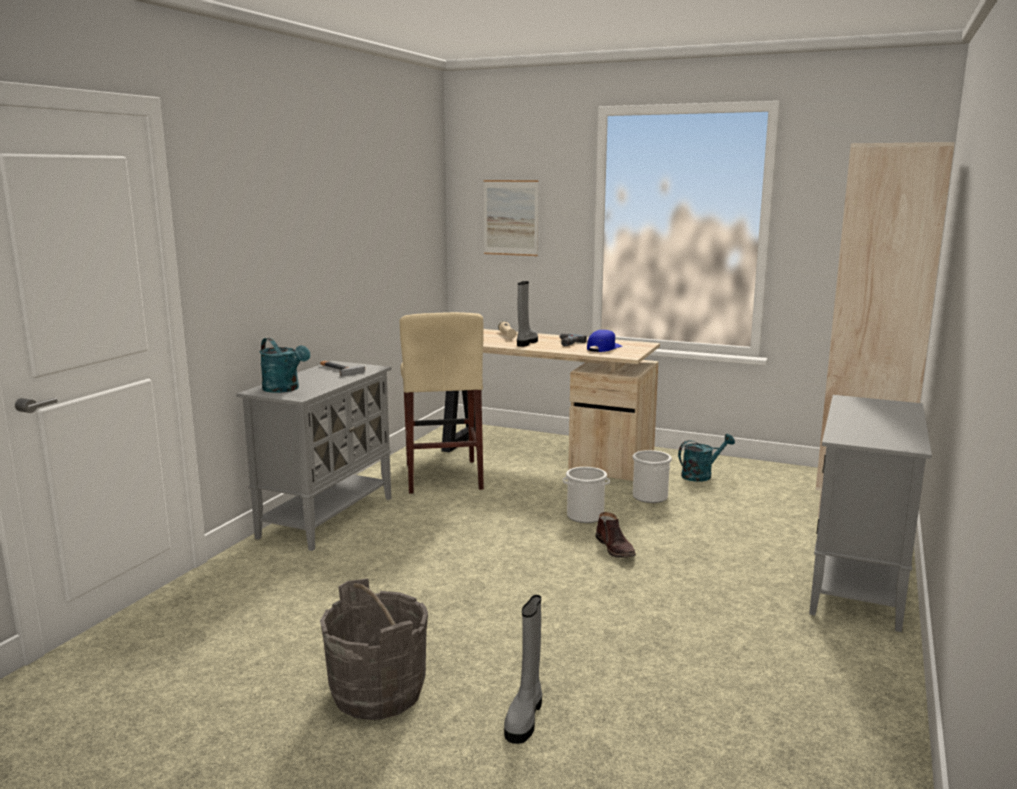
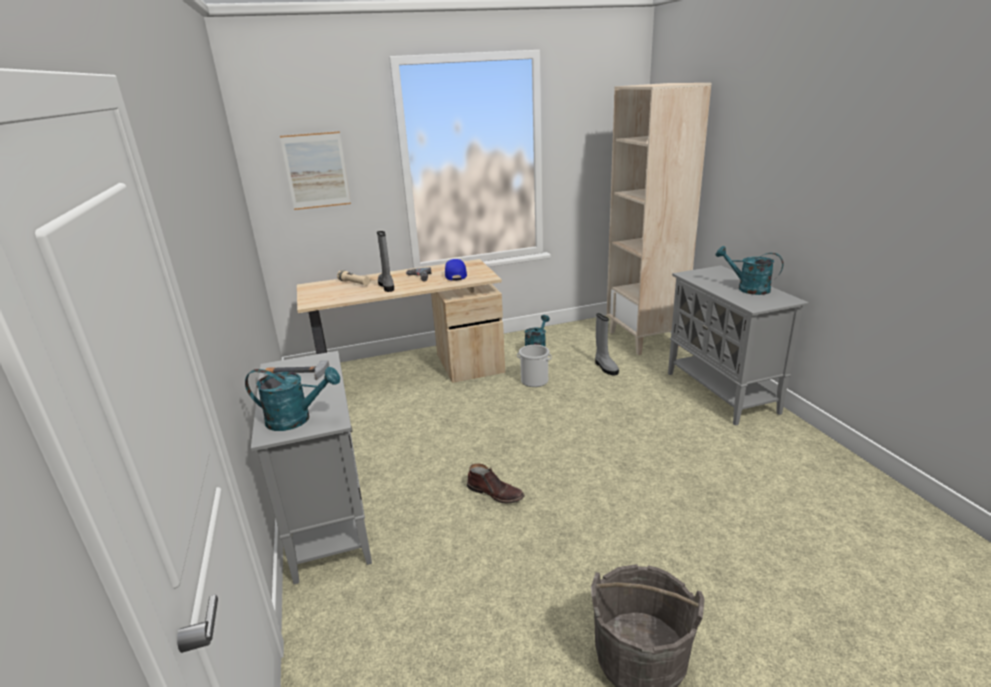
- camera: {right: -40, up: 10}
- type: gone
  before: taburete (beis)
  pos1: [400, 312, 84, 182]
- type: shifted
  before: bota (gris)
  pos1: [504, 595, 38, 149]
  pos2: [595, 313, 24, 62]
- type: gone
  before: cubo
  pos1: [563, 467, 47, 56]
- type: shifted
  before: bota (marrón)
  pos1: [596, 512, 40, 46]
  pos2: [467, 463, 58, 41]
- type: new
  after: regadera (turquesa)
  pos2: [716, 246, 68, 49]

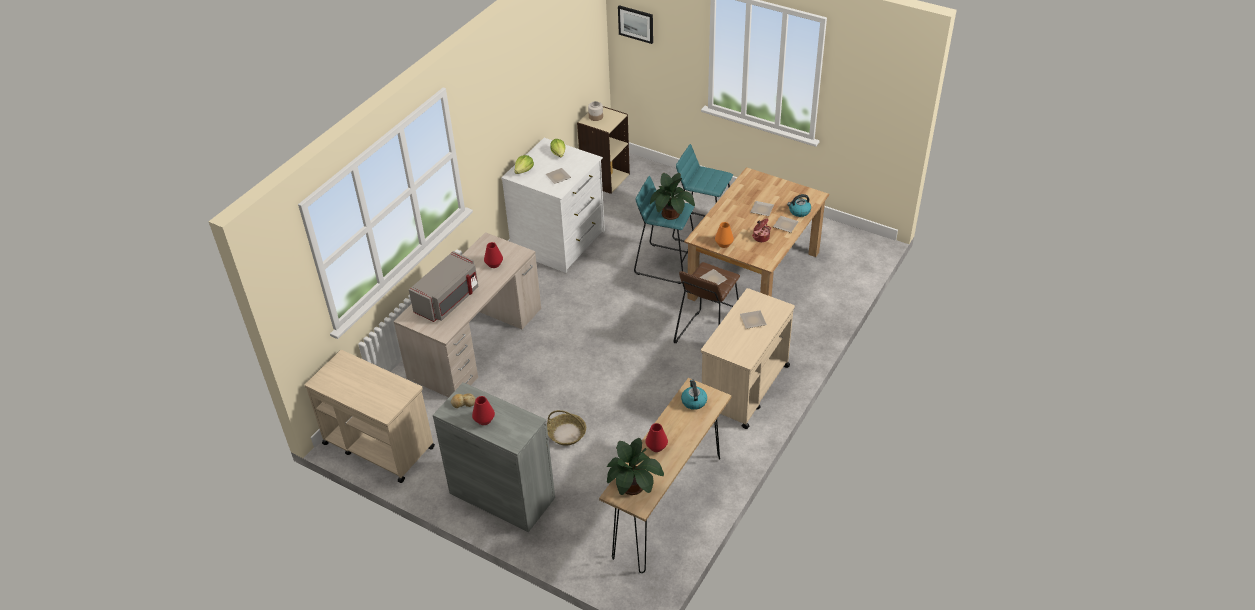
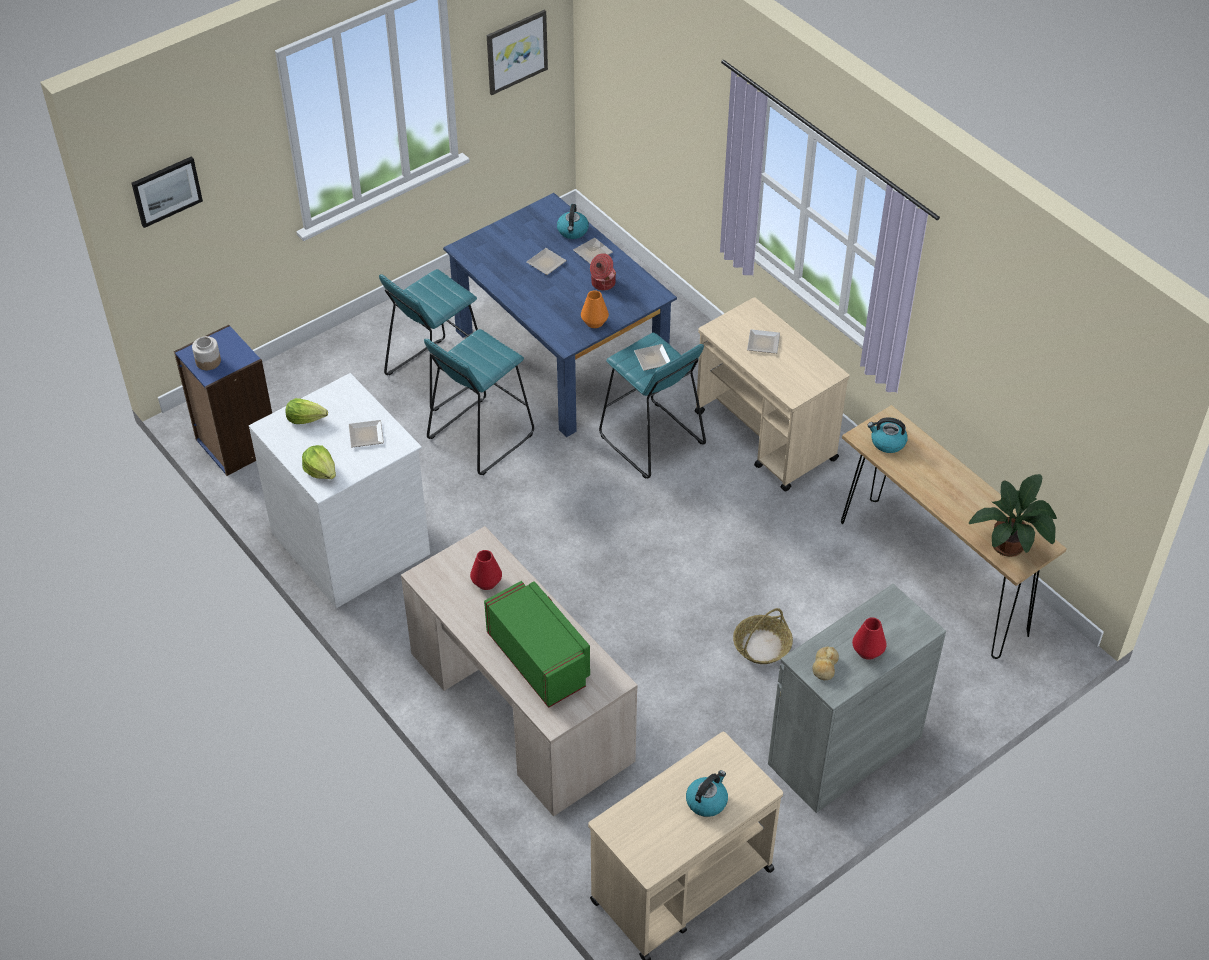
- camera: {right: -70, up: 5}
- type: repainted
  before: microondas (gris)
  after: microondas (verde)
  pos1: [409, 251, 70, 71]
  pos2: [484, 581, 106, 127]
- type: repainted
  before: estantería (beis)
  after: estantería (azul)
  pos1: [577, 106, 53, 88]
  pos2: [174, 325, 98, 151]
- type: gone
  before: florero (rojo)
  pos1: [645, 423, 23, 29]
- type: gone
  before: planta en maceta
  pos1: [650, 173, 45, 47]
- type: repainted
  before: taburete (marrón)
  after: taburete (turquesa)
  pos1: [673, 262, 67, 81]
  pos2: [599, 333, 107, 146]
- type: repainted
  before: mesa de comedor (marrón)
  after: mesa de comedor (azul)
  pos1: [684, 167, 145, 134]
  pos2: [443, 193, 234, 244]
- type: new
  after: cuadro
  pos2: [487, 10, 61, 85]
- type: new
  after: hervidor
  pos2: [686, 770, 42, 47]

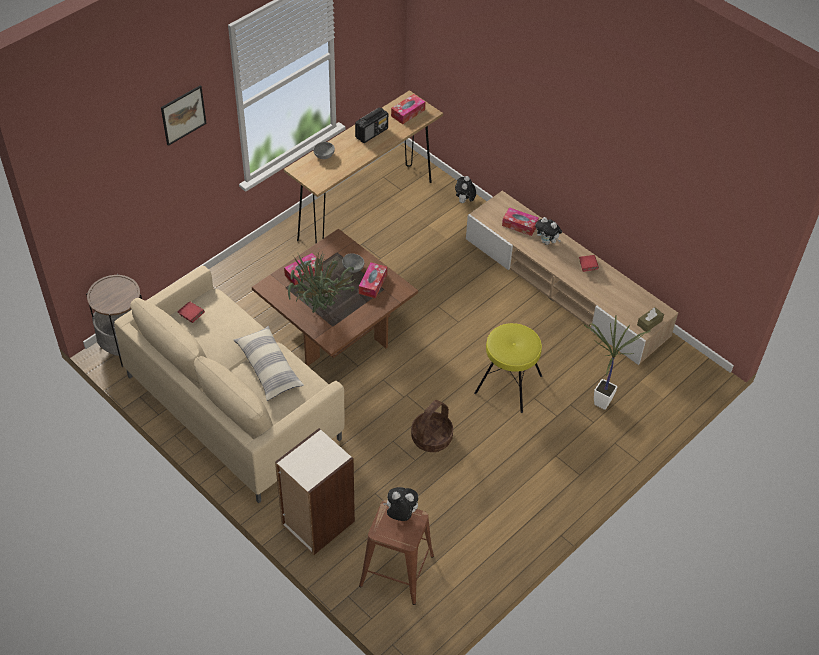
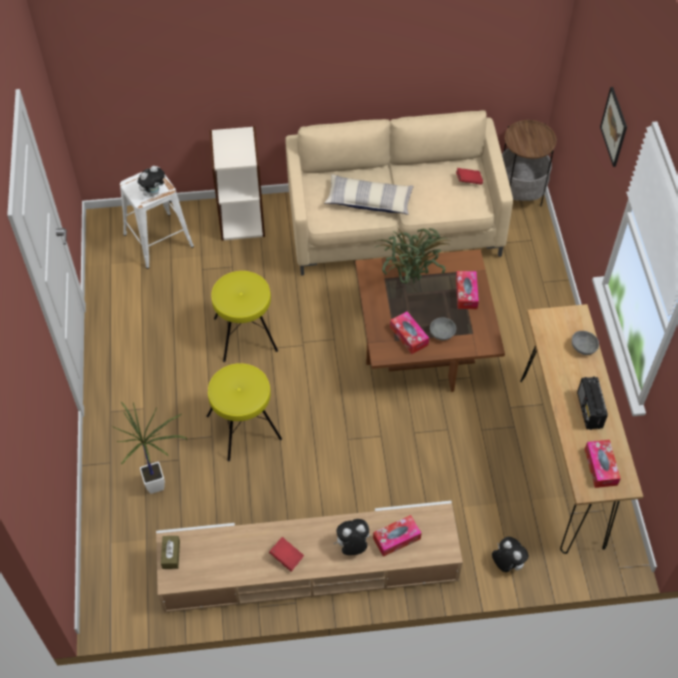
- camera: {right: 130, up: 5}
- type: repainted
  before: taburete (marrón)
  after: taburete (blanco)
  pos1: [359, 500, 75, 105]
  pos2: [120, 166, 74, 103]
- type: swapped
  before: cesta
  after: taburete (amarillo)
  pos1: [411, 400, 42, 52]
  pos2: [211, 271, 67, 91]

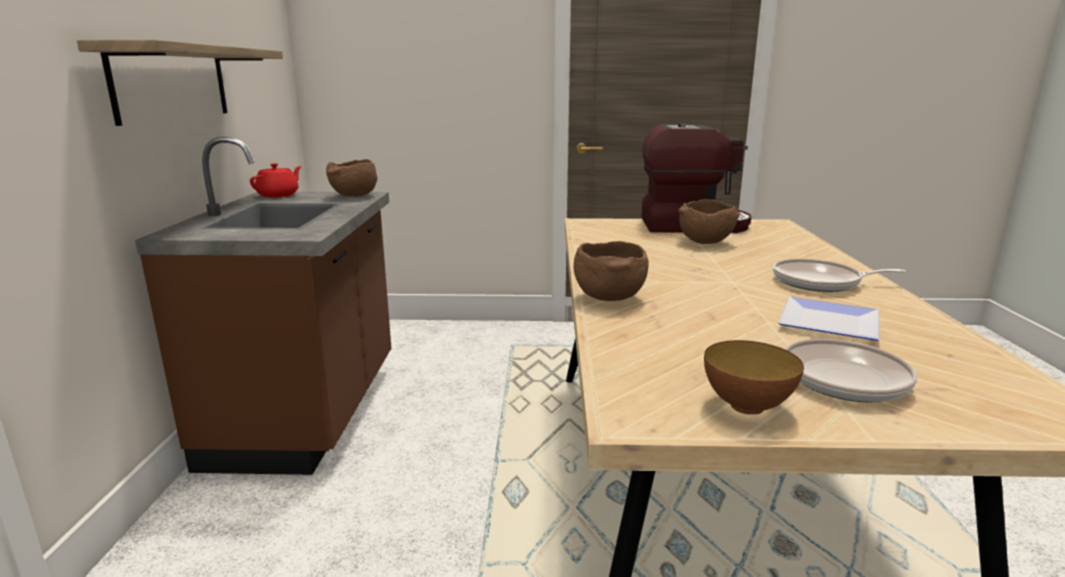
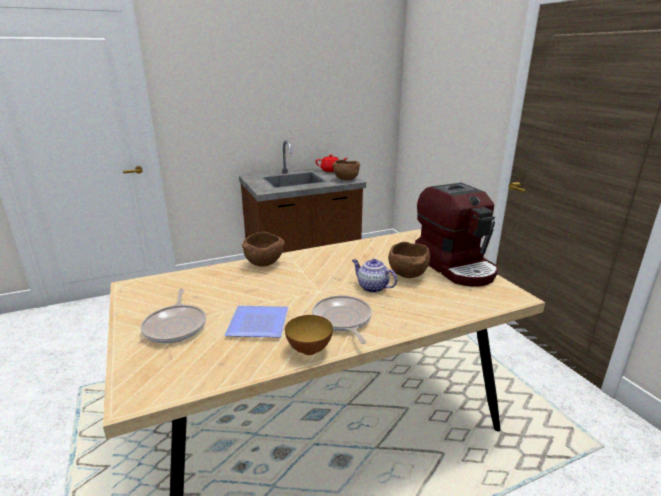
- camera: {right: 65, up: 5}
- type: gone
  before: estante
  pos1: [77, 40, 206, 86]
- type: shifted
  before: cuenco
  pos1: [704, 340, 100, 75]
  pos2: [285, 315, 48, 40]
- type: new
  after: tetera
  pos2: [352, 259, 45, 34]

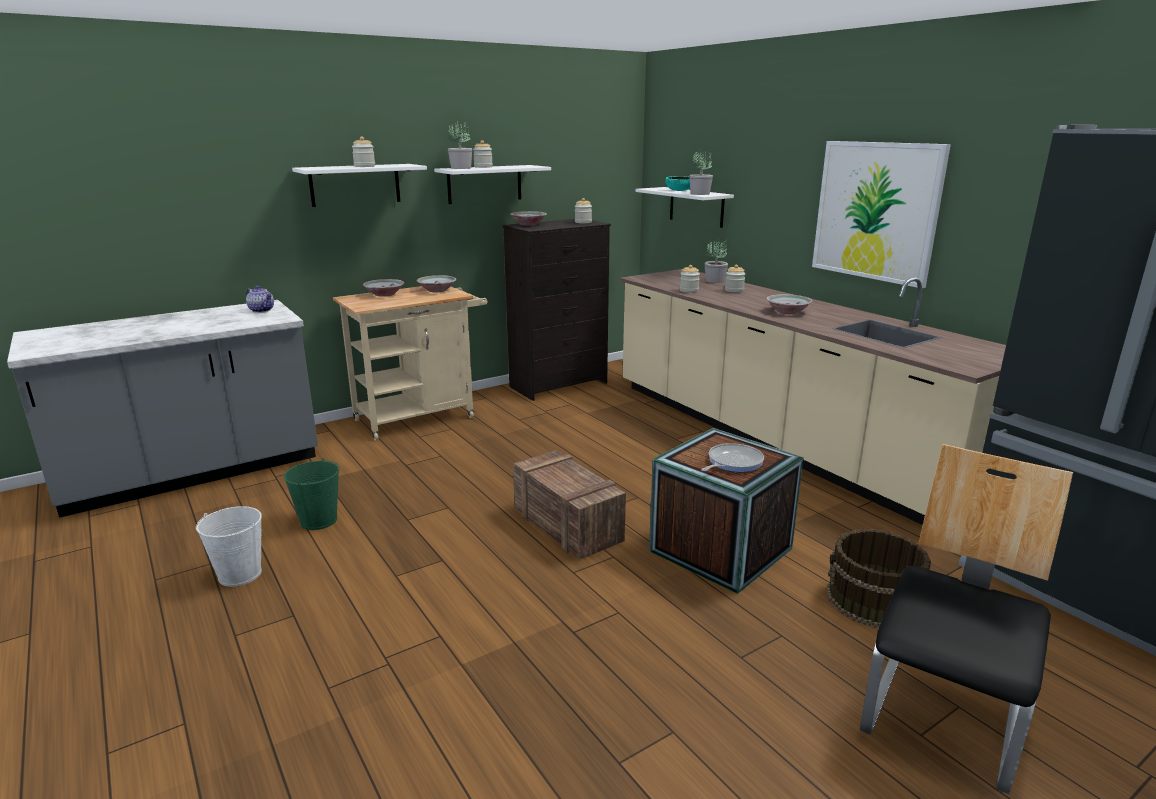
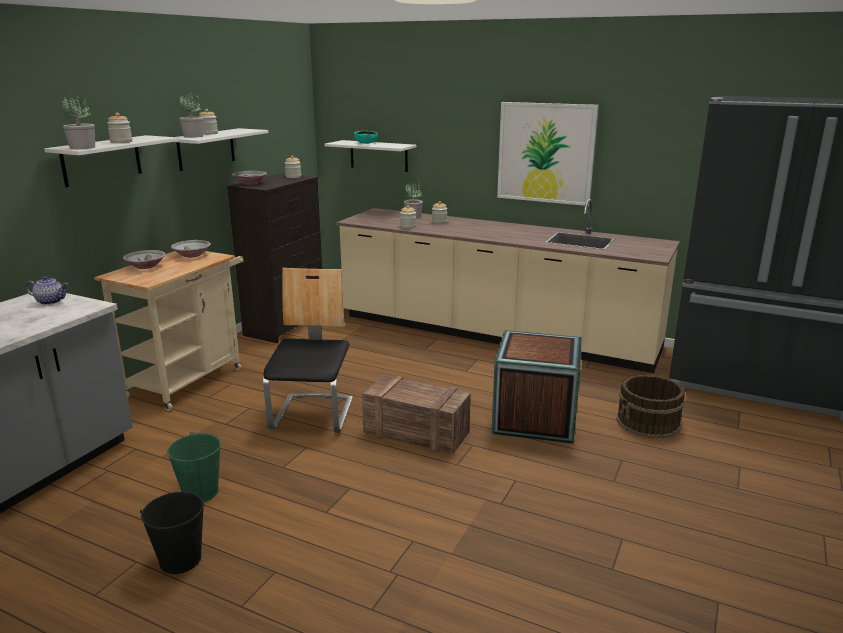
- camera: {right: -30, up: 0}
- type: repainted
  before: cubo (blanco)
  after: cubo (negro)
  pos1: [196, 506, 66, 81]
  pos2: [140, 492, 64, 82]
- type: shifted
  before: planta en maceta
  pos1: [689, 149, 24, 46]
  pos2: [62, 94, 33, 55]
- type: gone
  before: sartén
  pos1: [701, 443, 63, 29]
- type: gone
  before: cuenco
  pos1: [766, 294, 47, 20]
- type: shifted
  before: silla
  pos1: [860, 444, 213, 350]
  pos2: [263, 268, 90, 164]

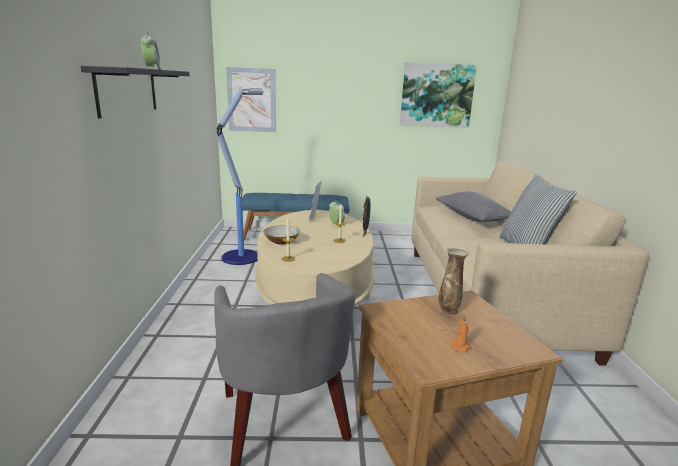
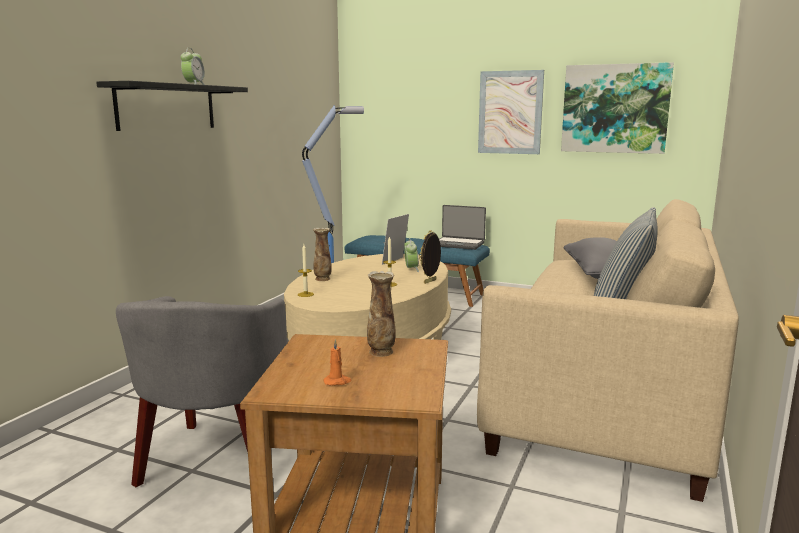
- camera: {right: 25, up: -5}
- type: shifted
  before: cuadro
  pos1: [226, 67, 50, 65]
  pos2: [478, 70, 66, 84]
- type: swapped
  before: cuenco
  after: florero
  pos1: [263, 225, 37, 20]
  pos2: [313, 228, 19, 53]
- type: new
  after: portátil
  pos2: [439, 205, 47, 45]

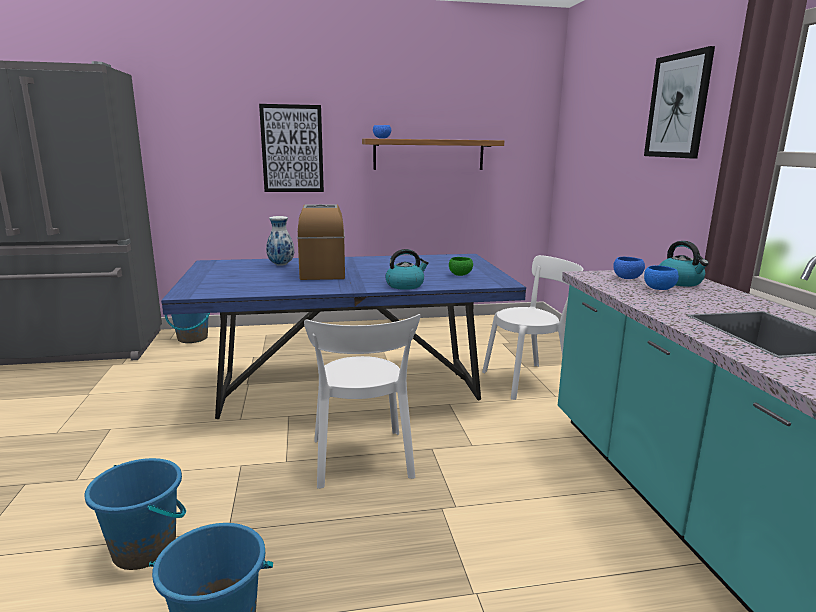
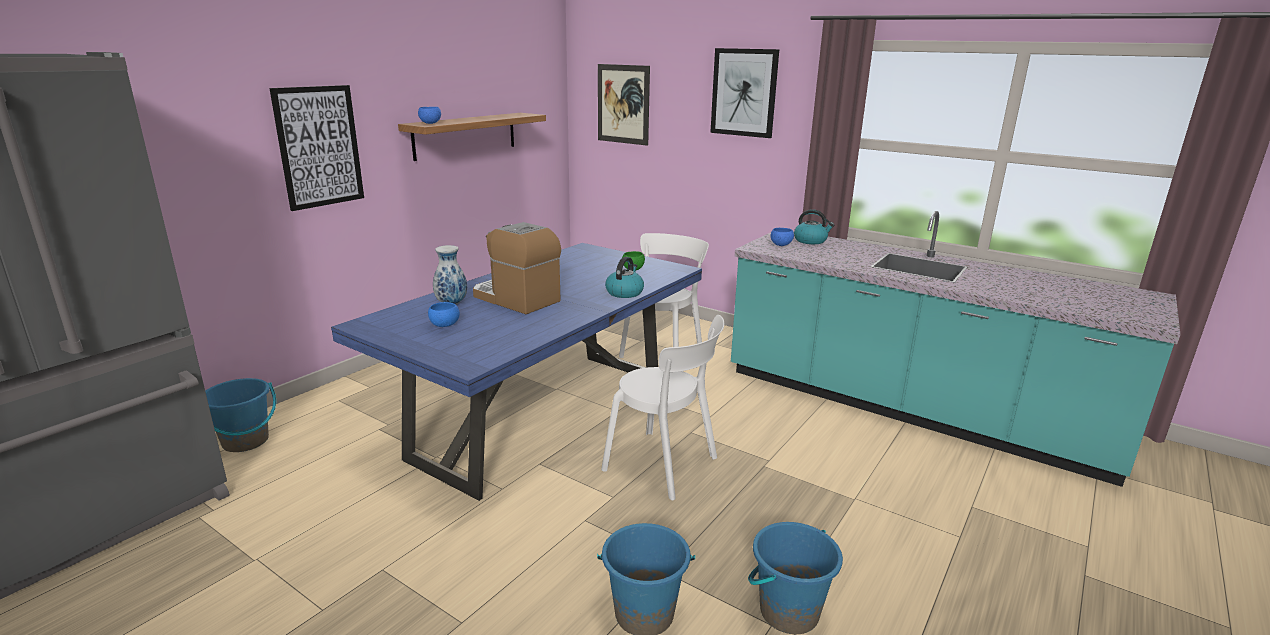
- camera: {right: -45, up: 5}
- type: shifted
  before: cuenco (azul)
  pos1: [644, 266, 35, 24]
  pos2: [428, 302, 32, 25]
- type: new
  after: cuadro
  pos2: [598, 64, 52, 82]

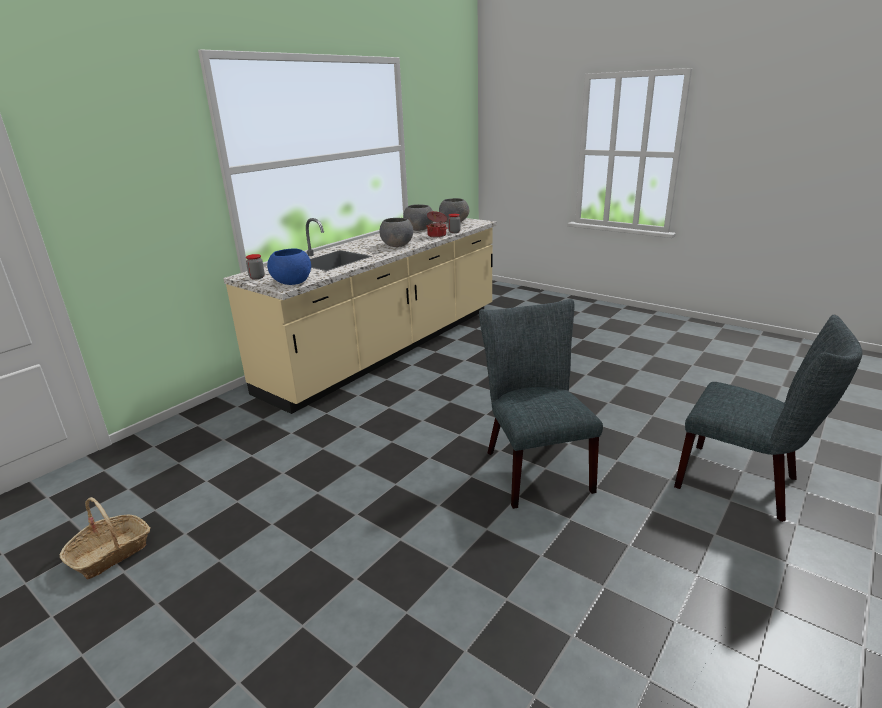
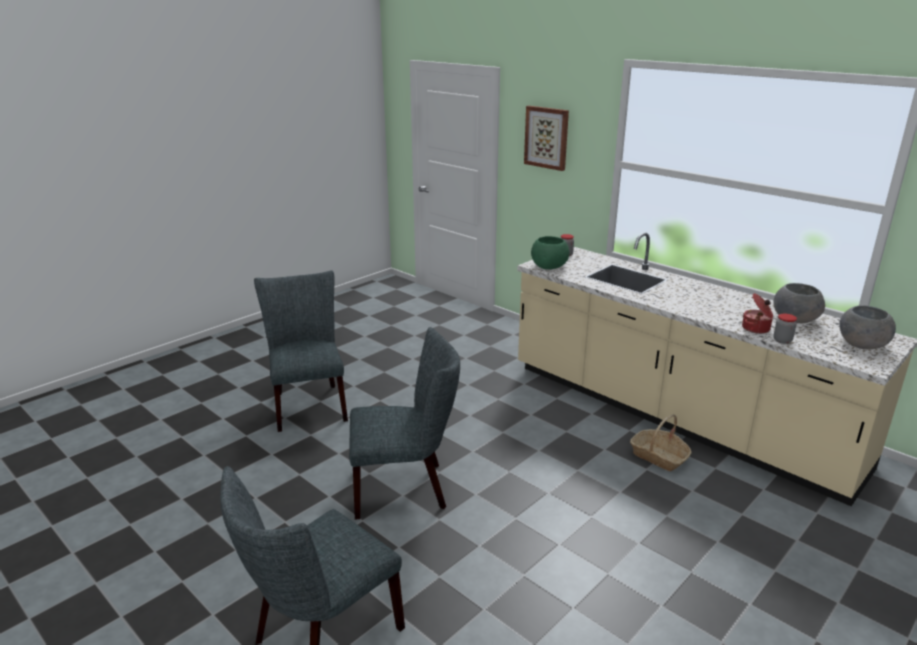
- camera: {right: 95, up: 0}
- type: shifted
  before: cesta
  pos1: [59, 497, 92, 82]
  pos2: [630, 414, 61, 57]
- type: repainted
  before: cuenco (azul)
  after: cuenco (verde)
  pos1: [267, 249, 44, 36]
  pos2: [531, 236, 39, 34]
- type: gone
  before: cuenco (gris)
  pos1: [379, 218, 34, 29]
- type: new
  after: silla (gris)
  pos2: [254, 270, 94, 162]
- type: new
  after: cuadro
  pos2: [524, 106, 45, 65]

